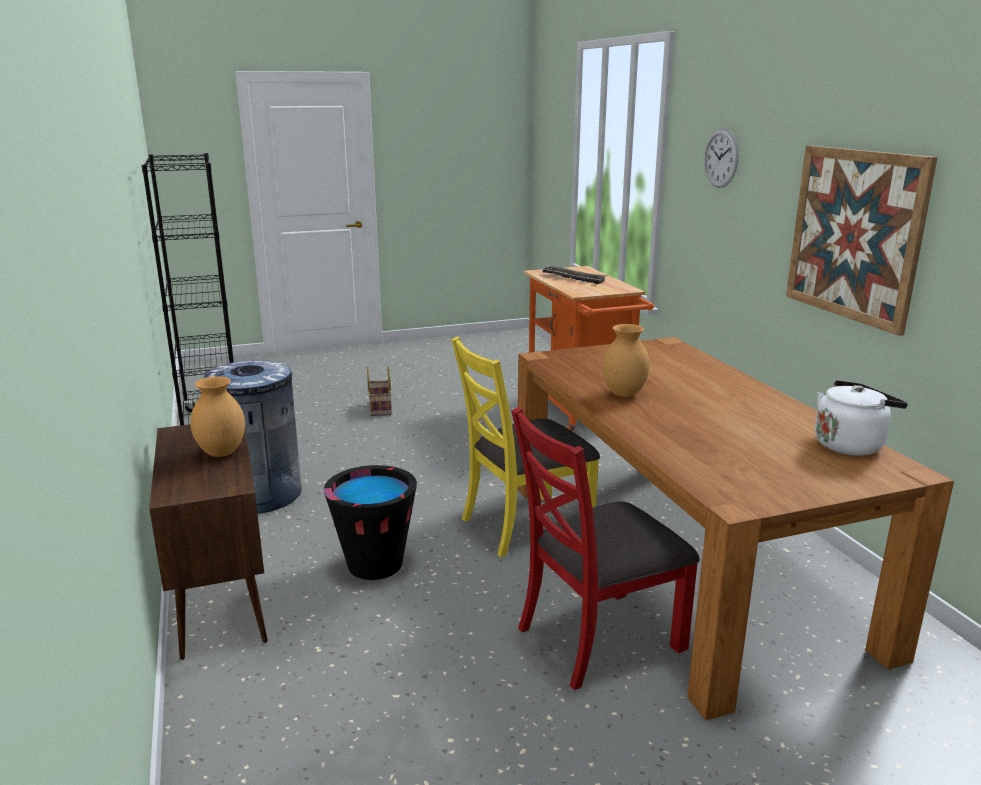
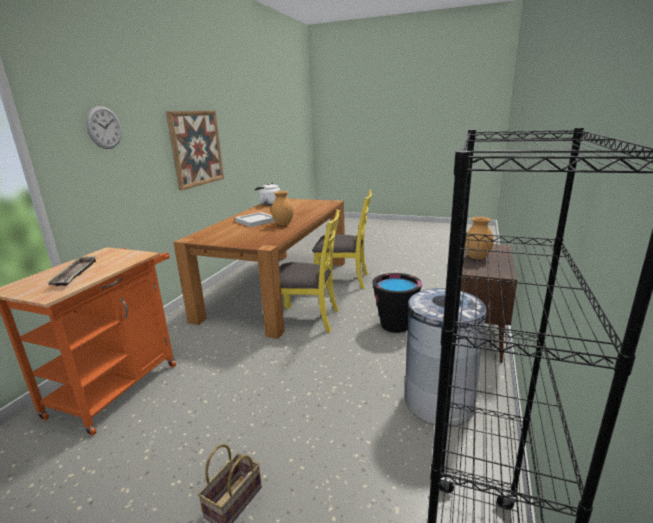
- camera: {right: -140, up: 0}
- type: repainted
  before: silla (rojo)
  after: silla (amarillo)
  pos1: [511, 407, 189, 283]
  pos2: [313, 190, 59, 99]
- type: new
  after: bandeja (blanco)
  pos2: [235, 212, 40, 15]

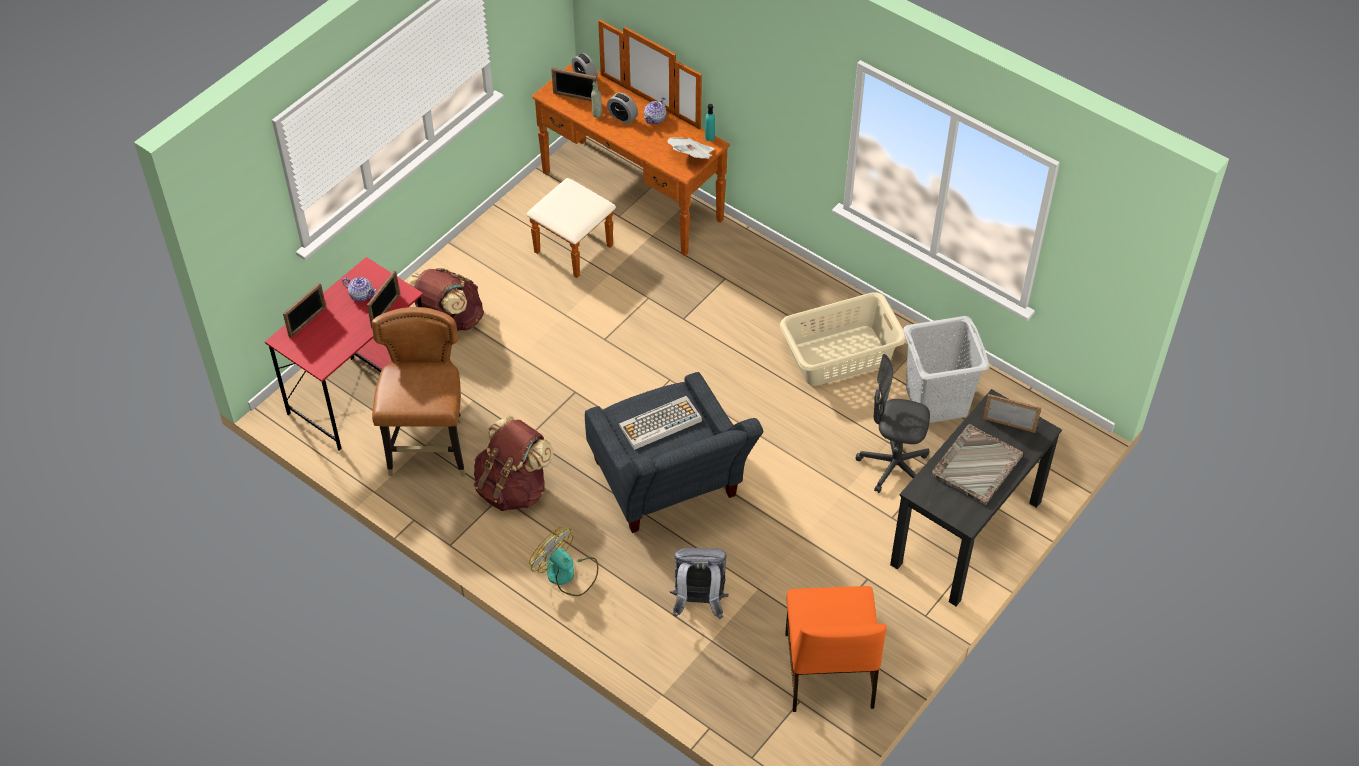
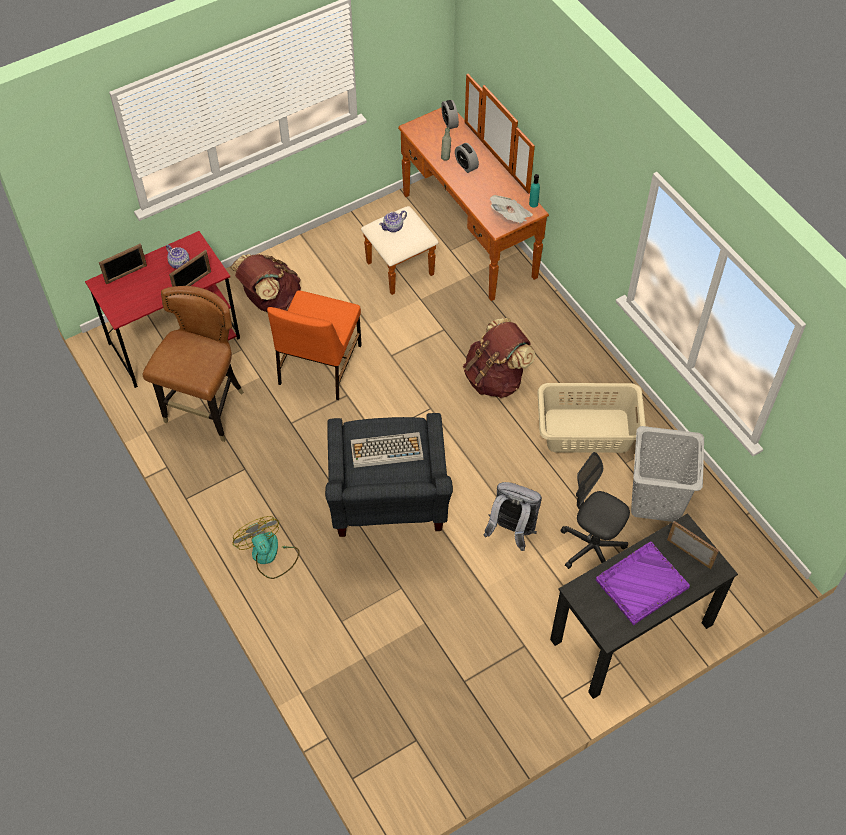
- camera: {right: 20, up: 5}
- type: shifted
  before: mochila (marrón)
  pos1: [474, 416, 80, 95]
  pos2: [463, 318, 73, 80]
- type: gone
  before: portarretratos
  pos1: [551, 68, 46, 33]
- type: shifted
  before: tetera
  pos1: [644, 97, 23, 27]
  pos2: [379, 210, 28, 22]
- type: shifted
  before: mochila (gris)
  pos1: [670, 548, 58, 71]
  pos2: [484, 482, 58, 69]
- type: shifted
  before: silla (naranja)
  pos1: [785, 586, 102, 126]
  pos2: [267, 290, 95, 110]
- type: repainted
  before: bandeja (gris)
  after: bandeja (morado)
  pos1: [932, 424, 91, 81]
  pos2: [596, 541, 94, 84]

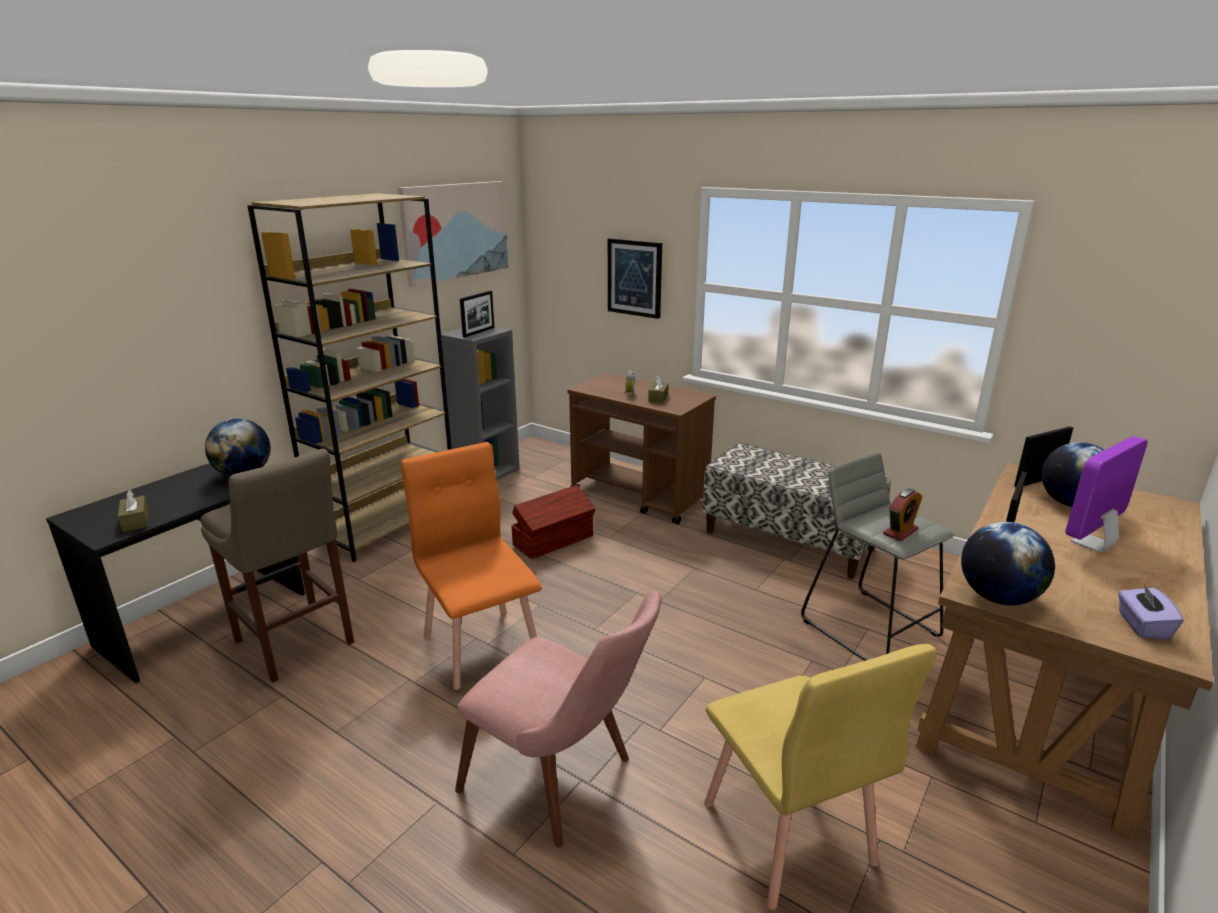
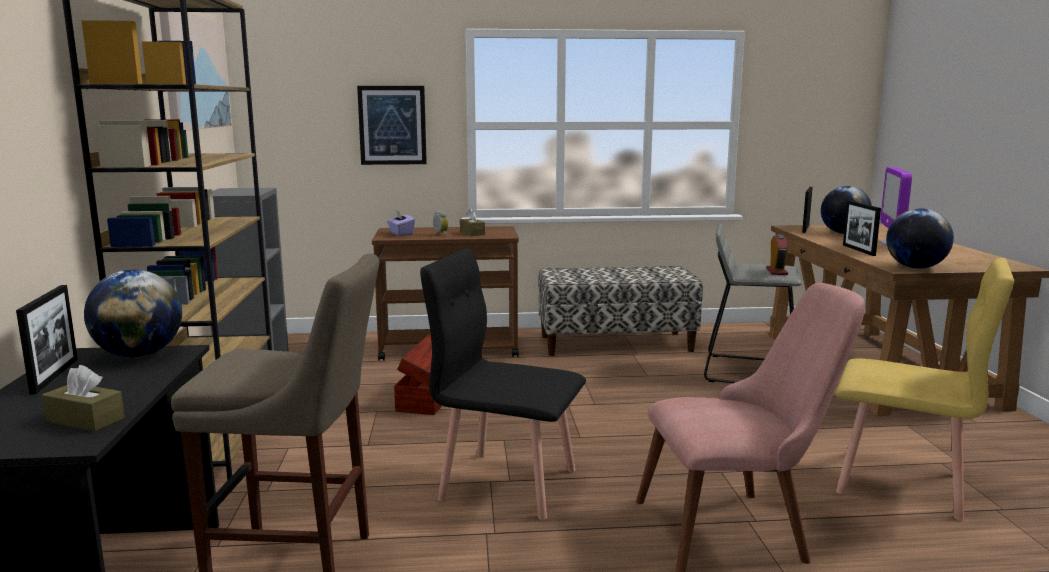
- camera: {right: -40, up: -10}
- type: repainted
  before: silla (naranja)
  after: silla (negro)
  pos1: [401, 442, 141, 248]
  pos2: [420, 248, 166, 272]
- type: shifted
  before: portarretratos
  pos1: [460, 291, 34, 46]
  pos2: [16, 285, 62, 109]
- type: shifted
  before: caja de pañuelos (morado)
  pos1: [1118, 584, 65, 56]
  pos2: [387, 210, 28, 26]

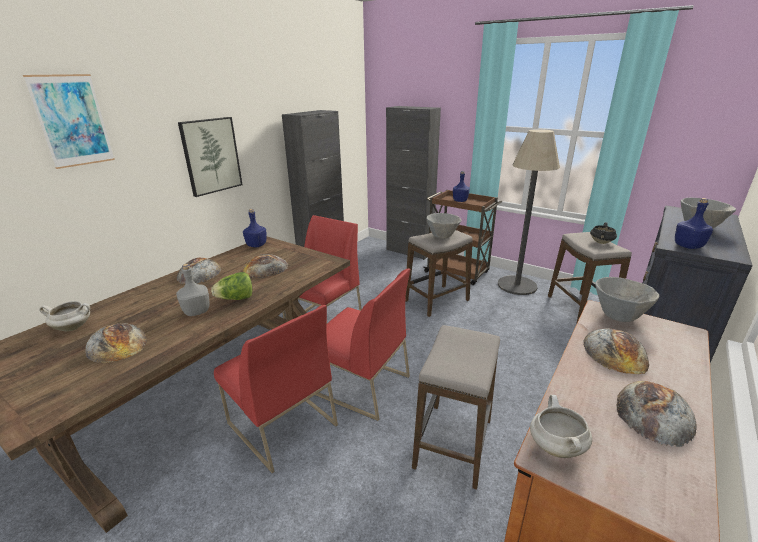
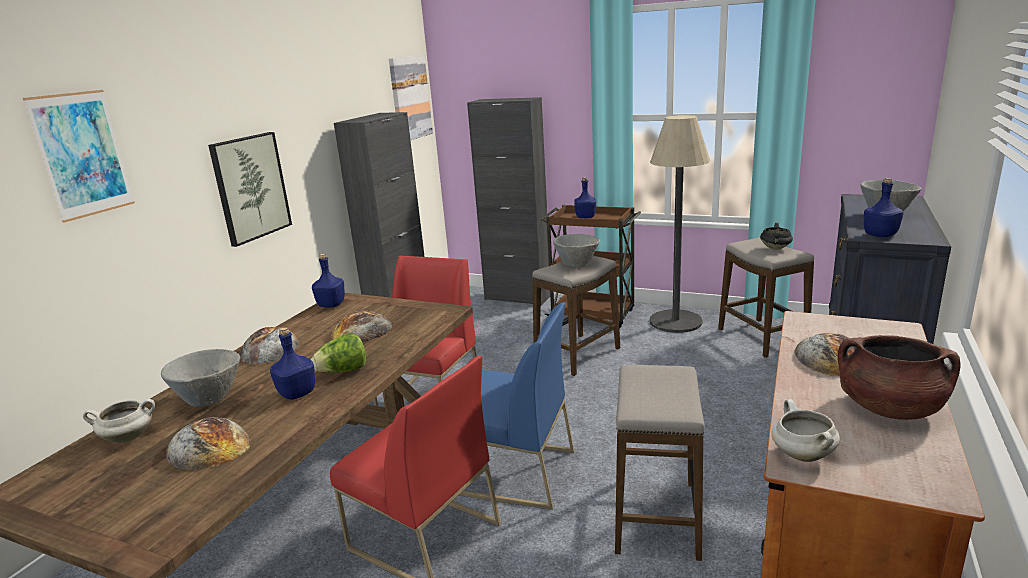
- camera: {right: -10, up: -5}
- type: repainted
  before: botella (gris)
  after: botella (azul)
  pos1: [176, 264, 34, 52]
  pos2: [270, 327, 45, 73]
- type: repainted
  before: silla (rojo)
  after: silla (azul)
  pos1: [315, 268, 95, 153]
  pos2: [459, 302, 115, 208]
- type: shifted
  before: cuenco (gris)
  pos1: [595, 277, 65, 45]
  pos2: [161, 349, 80, 58]
- type: swapped
  before: pan
  after: olla (marrón)
  pos1: [617, 381, 80, 66]
  pos2: [838, 335, 123, 85]
- type: new
  after: cuadro
  pos2: [389, 55, 44, 85]

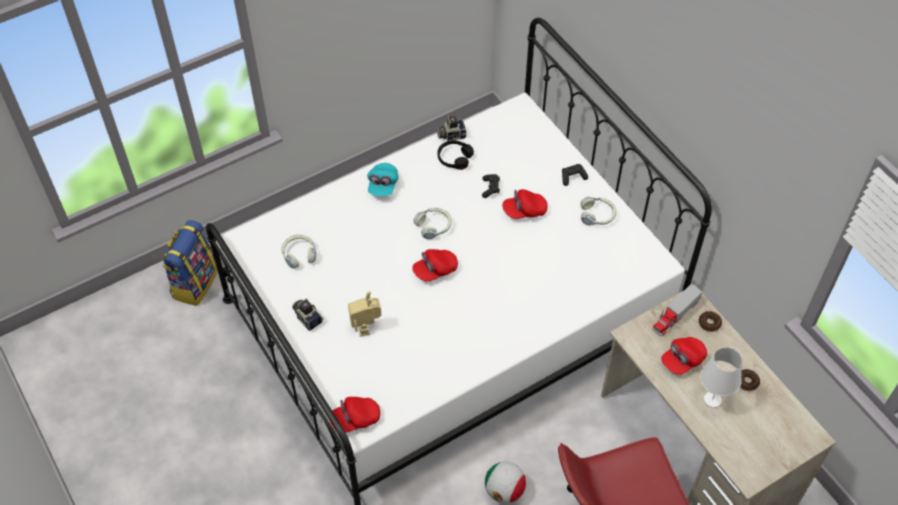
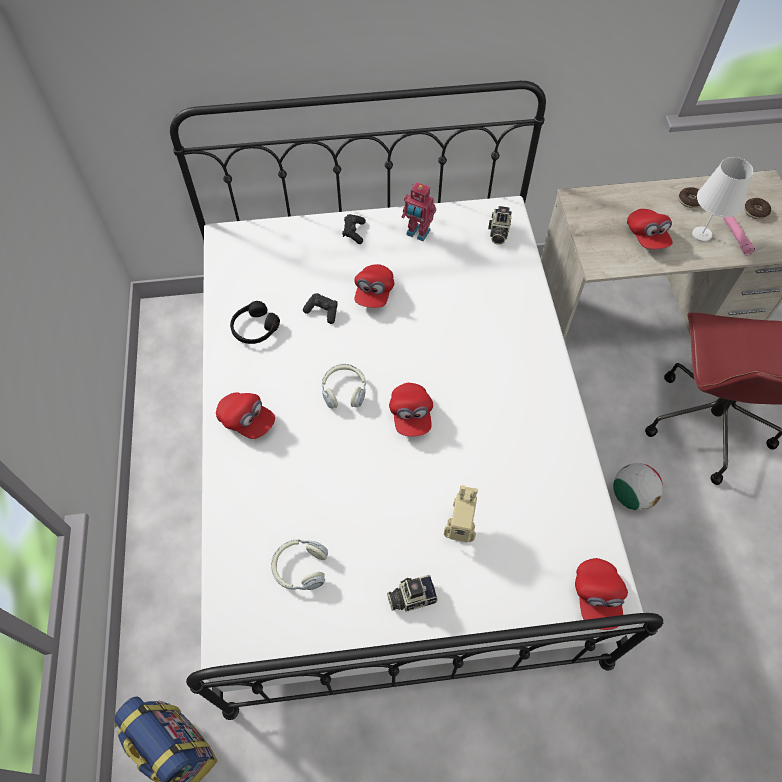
- camera: {right: -65, up: 5}
- type: repainted
  before: gorra (turquesa)
  after: gorra (rojo)
  pos1: [367, 163, 32, 33]
  pos2: [216, 392, 59, 47]
- type: shifted
  before: cámara
  pos1: [437, 116, 30, 25]
  pos2: [488, 206, 24, 39]
- type: swapped
  before: auriculares
  after: robot de juguete
  pos1: [580, 196, 36, 29]
  pos2: [402, 182, 34, 59]
- type: gone
  before: camión de juguete
  pos1: [652, 284, 50, 52]
- type: shifted
  before: rosquilla
  pos1: [699, 311, 23, 21]
  pos2: [744, 198, 27, 21]
- type: new
  after: linterna (rosa)
  pos2: [723, 216, 32, 39]

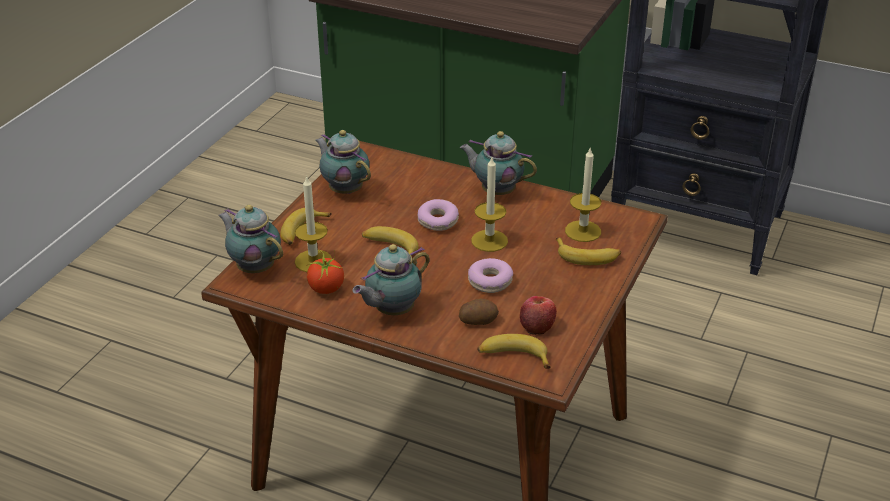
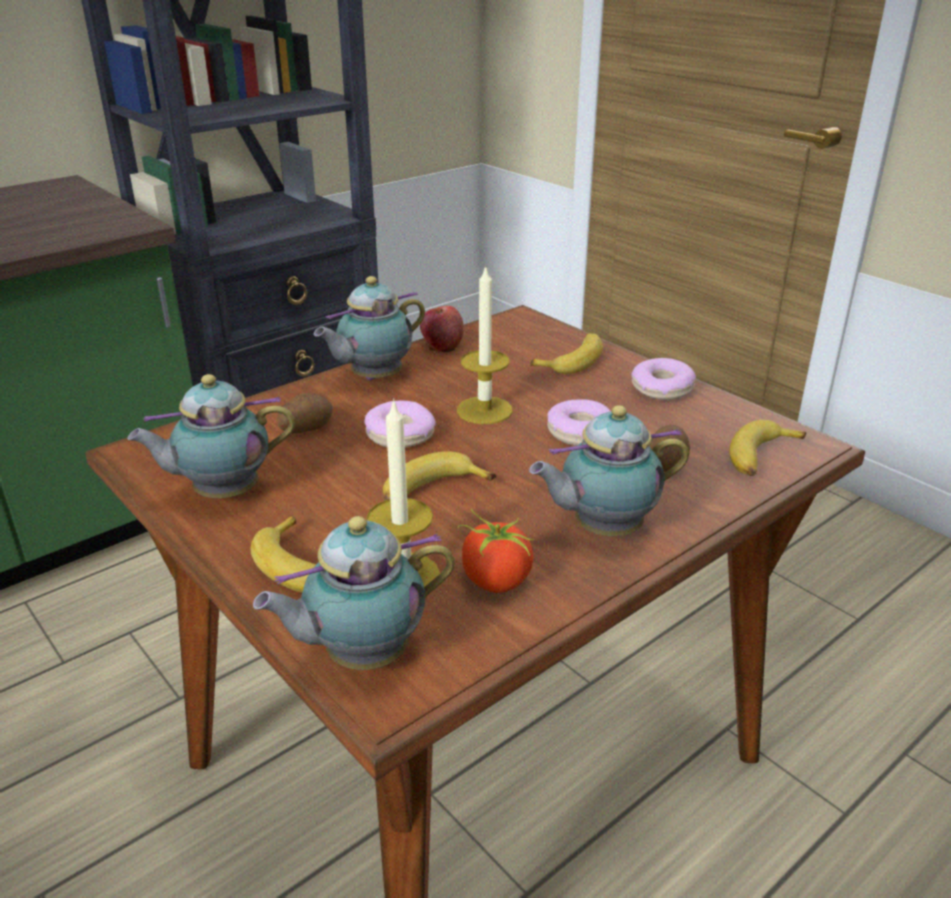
- camera: {right: -65, up: -5}
- type: rotated
  before: tetera
  pos1: [352, 244, 78, 71]
  pos2: [529, 405, 160, 131]
  turn: 90
- type: shifted
  before: manzana
  pos1: [520, 296, 37, 39]
  pos2: [420, 306, 44, 46]
- type: gone
  before: vela
  pos1: [565, 148, 36, 94]
- type: new
  after: patata
  pos2: [277, 393, 56, 41]
- type: new
  after: rosquilla
  pos2: [631, 358, 65, 42]

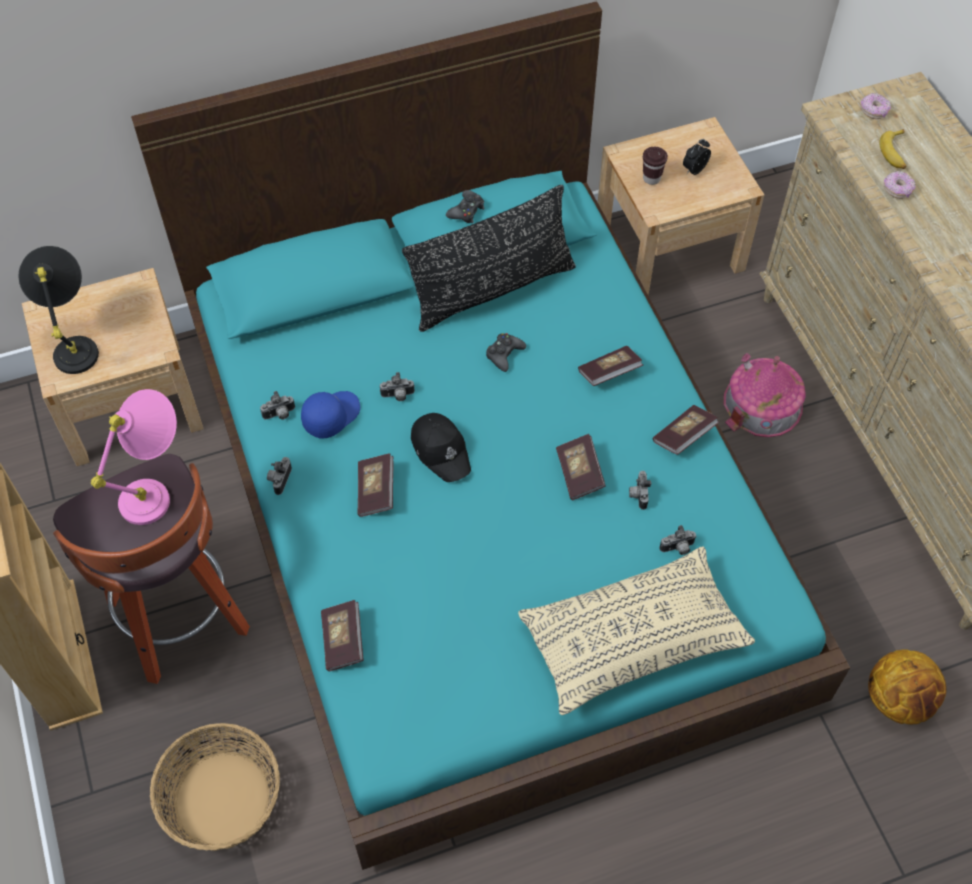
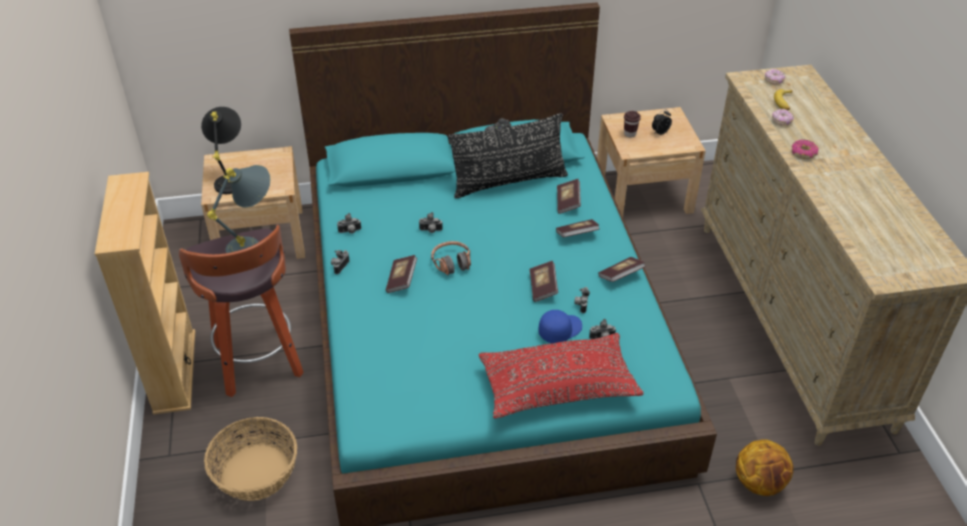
- camera: {right: 10, up: -15}
- type: repainted
  before: lámpara de mesa (rosa)
  after: lámpara de mesa (gris)
  pos1: [91, 389, 86, 136]
  pos2: [207, 165, 63, 88]
- type: shifted
  before: gorra (azul)
  pos1: [301, 391, 59, 48]
  pos2: [538, 310, 44, 33]
- type: shifted
  before: libro
  pos1: [321, 600, 43, 71]
  pos2: [557, 179, 24, 35]
- type: swapped
  before: gorra (negro)
  after: auriculares
  pos1: [411, 413, 60, 69]
  pos2: [431, 241, 40, 34]
- type: gone
  before: mando de consola (negro)
  pos1: [486, 333, 40, 39]
- type: repainted
  before: cojín (beis)
  after: cojín (rojo)
  pos1: [518, 546, 237, 169]
  pos2: [479, 333, 165, 86]
- type: gone
  before: casita
  pos1: [724, 353, 82, 85]
- type: new
  after: rosquilla
  pos2: [792, 139, 27, 20]

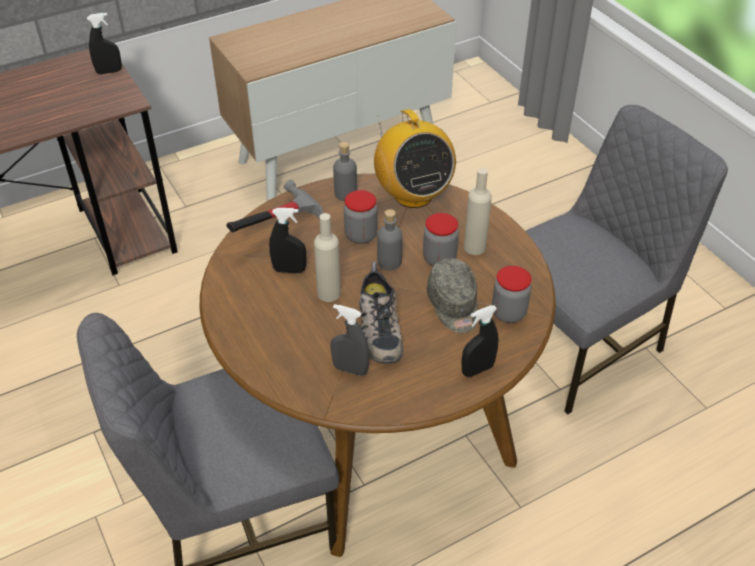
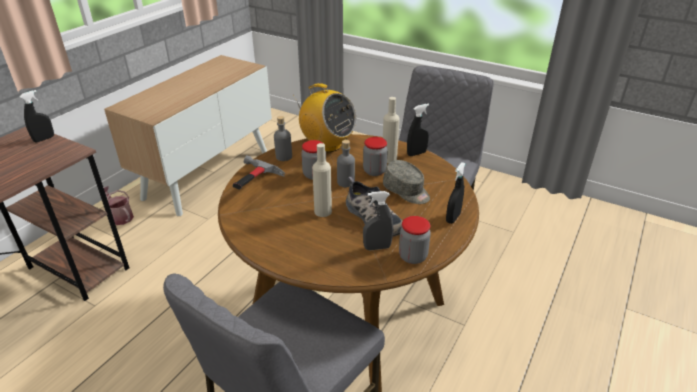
- camera: {right: -30, up: -10}
- type: shifted
  before: pulverizador (negro)
  pos1: [269, 208, 38, 65]
  pos2: [407, 104, 22, 52]
- type: shifted
  before: tarro
  pos1: [492, 266, 40, 57]
  pos2: [399, 216, 32, 48]
- type: new
  after: regadera
  pos2: [104, 186, 30, 39]

